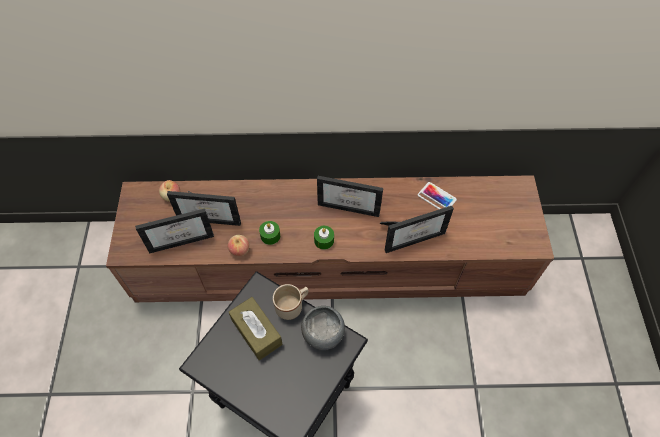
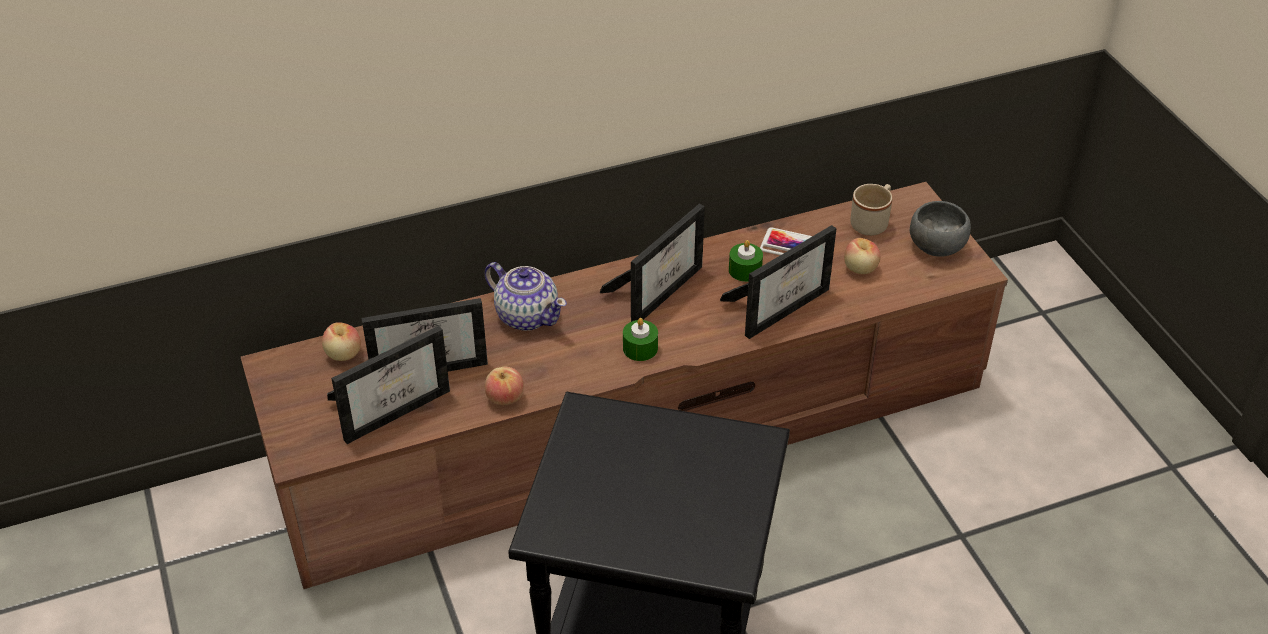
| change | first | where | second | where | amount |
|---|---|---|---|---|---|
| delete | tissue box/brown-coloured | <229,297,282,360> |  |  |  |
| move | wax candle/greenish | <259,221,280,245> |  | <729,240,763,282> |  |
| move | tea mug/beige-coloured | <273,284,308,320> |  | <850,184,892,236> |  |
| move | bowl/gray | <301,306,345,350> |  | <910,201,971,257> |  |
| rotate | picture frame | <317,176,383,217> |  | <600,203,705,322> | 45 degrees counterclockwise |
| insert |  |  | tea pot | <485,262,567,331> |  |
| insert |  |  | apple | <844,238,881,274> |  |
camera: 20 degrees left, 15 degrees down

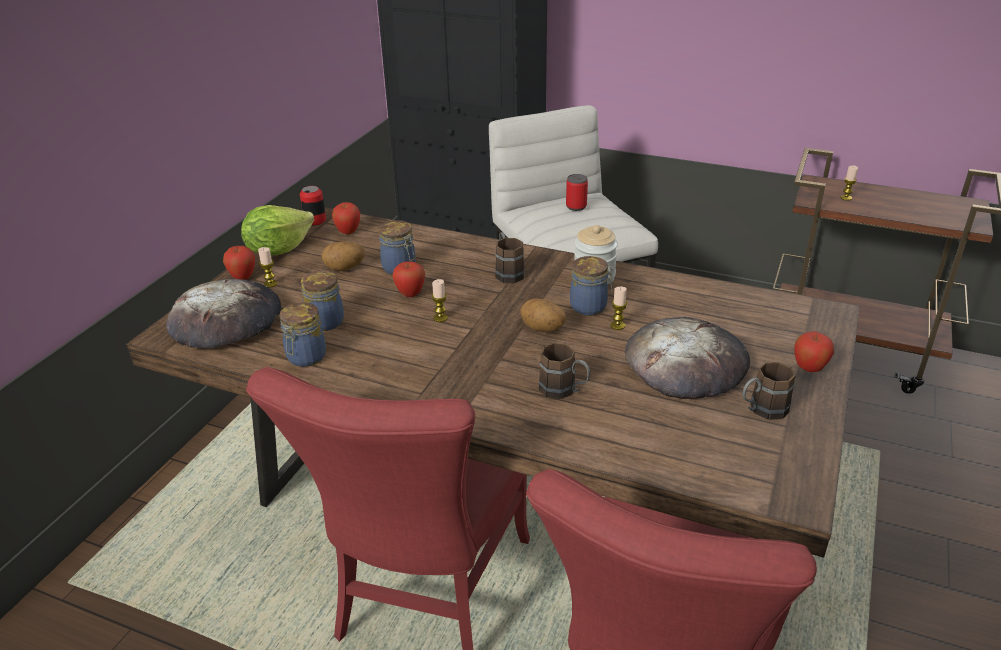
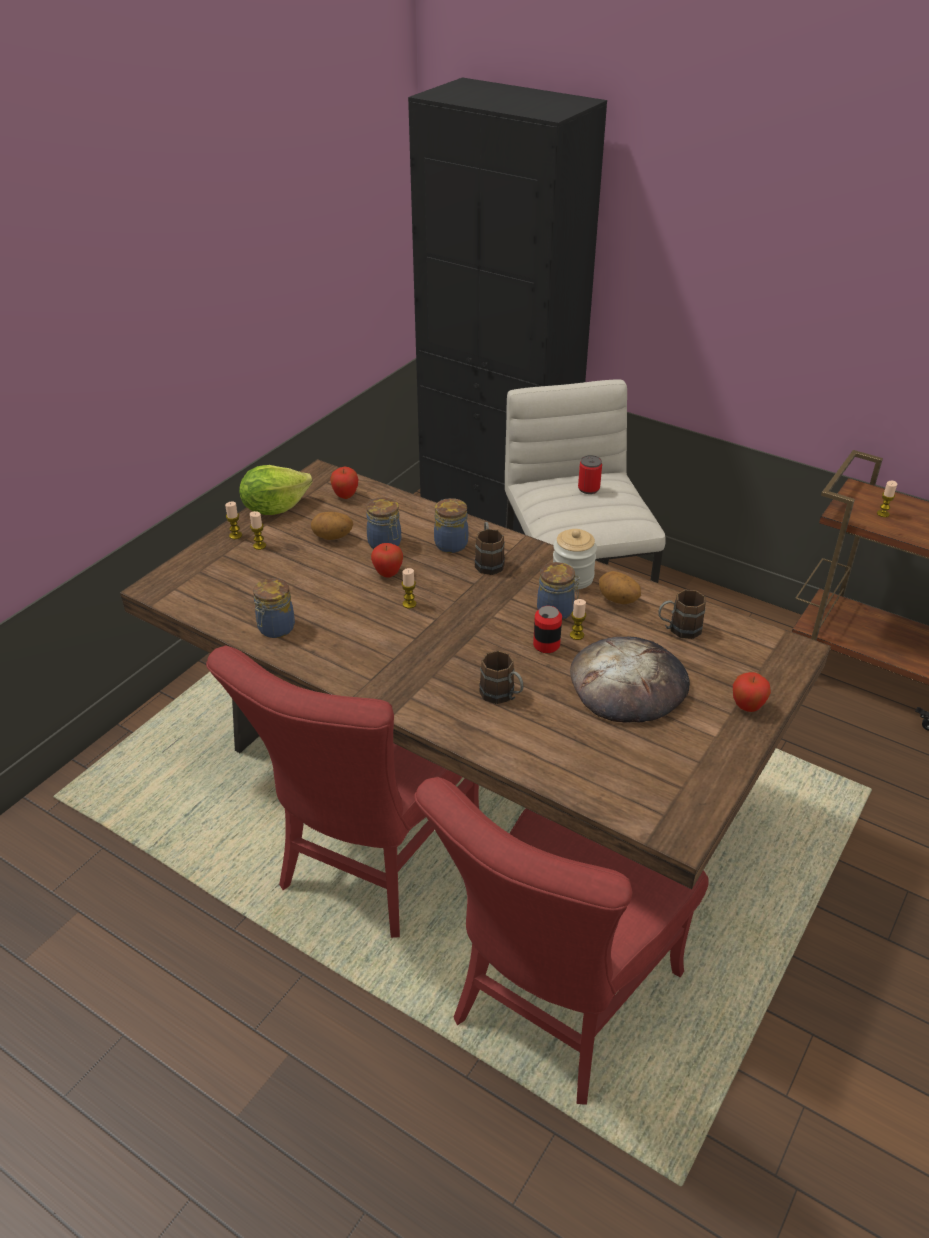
| change | first | where | second | where | amount |
|---|---|---|---|---|---|
| delete | bakery bread | <166,279,281,349> |  |  |  |
| replace | apple | <223,246,255,280> | wax candle | <225,502,242,539> |  |
| move | sealed can | <300,186,326,225> |  | <533,606,562,653> |  |
| move | preserve jar | <301,270,344,331> |  | <434,498,468,553> |  |
| move | potato | <520,299,567,332> |  | <599,571,641,604> |  |
| move | tea mug/brown-coloured | <742,362,795,420> |  | <658,590,706,639> |  |
camera: 10 degrees right, 5 degrees up

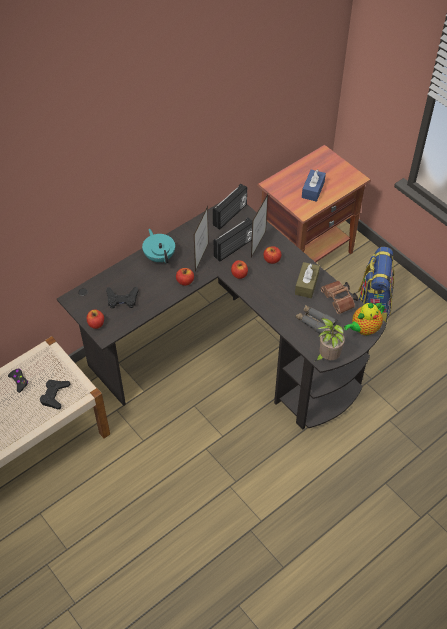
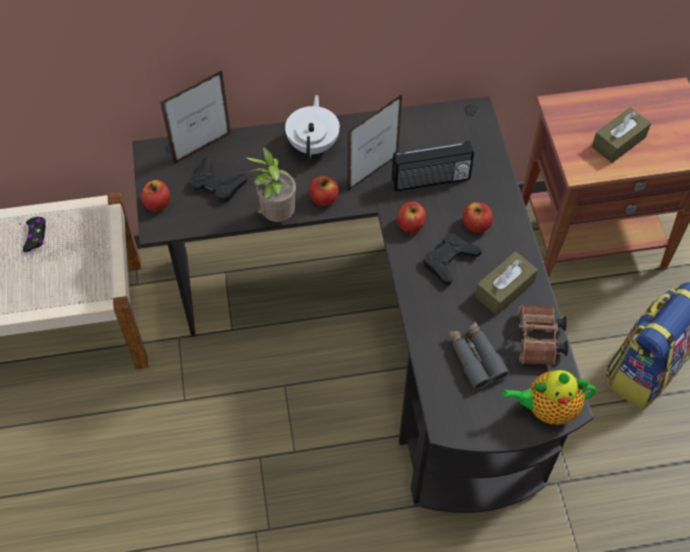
| change | first | where | second | where | amount |
|---|---|---|---|---|---|
| move | joypad/black-coloured | <40,380,70,409> |  | <424,233,482,285> |  |
| recolor | tea pot/turquoise-coloured | <142,229,175,264> | tea pot/whitish | <285,95,340,159> |  |
| delete | radio receiver | <213,184,247,230> |  |  |  |
| move | picture frame | <251,194,268,258> |  | <160,70,231,164> |  |
| recolor | tissue box/blue | <302,170,326,202> | tissue box/brown-coloured | <592,107,651,163> |  |
| move | plant in a pot | <315,318,346,361> |  | <246,147,296,222> |  |
camera: 30 degrees right, 5 degrees up

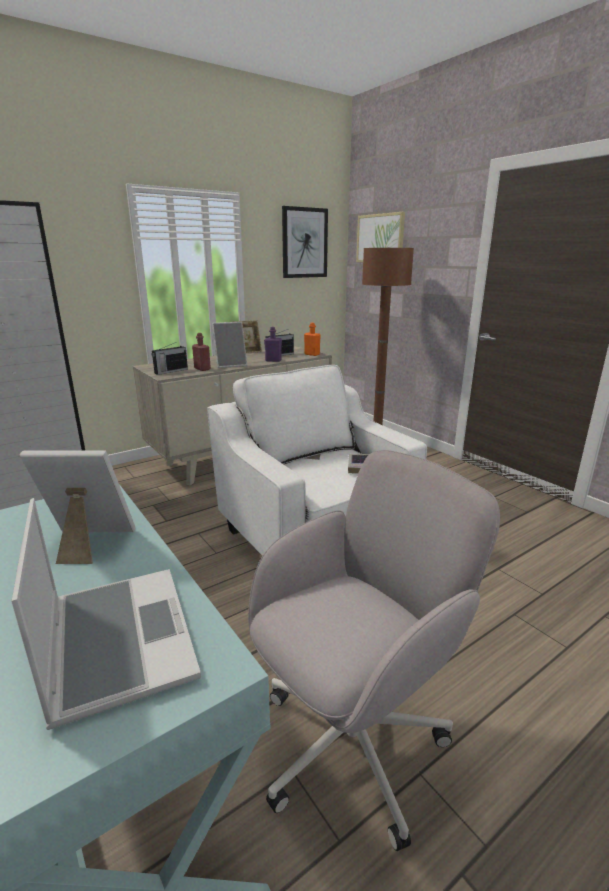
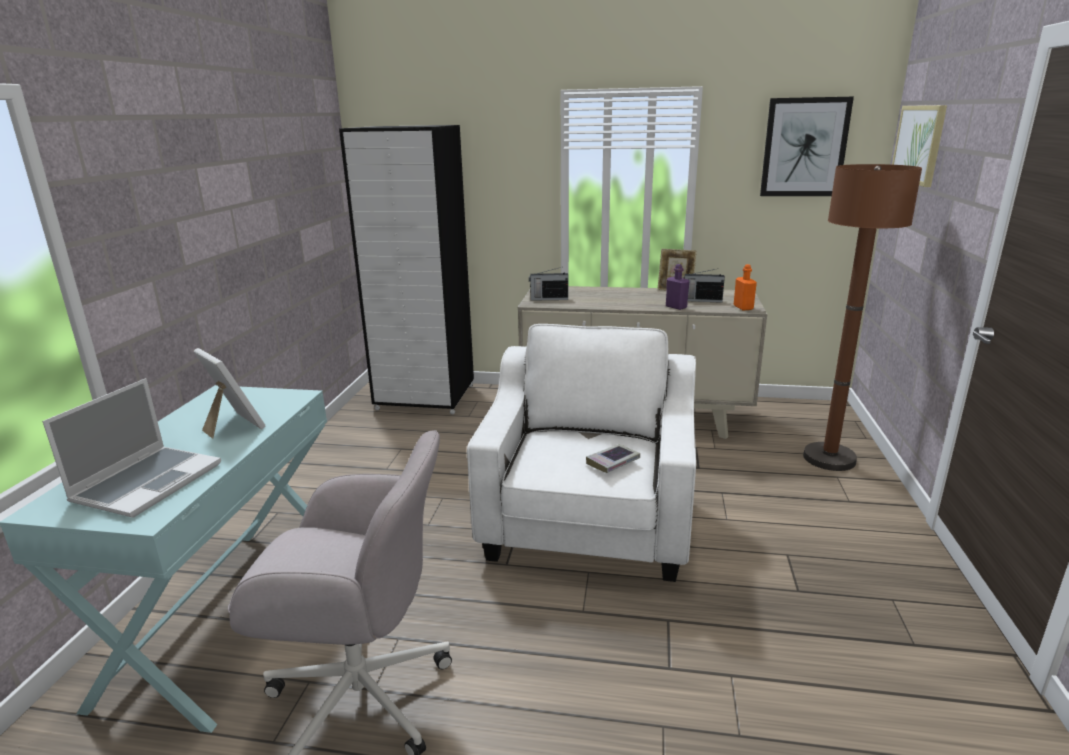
| change | first | where | second | where | amount |
|---|---|---|---|---|---|
| delete | drink bottle/red | <192,333,211,371> |  |  |  |
| delete | picture frame | <212,322,247,368> |  |  |  |
camera: 45 degrees right, 0 degrees up

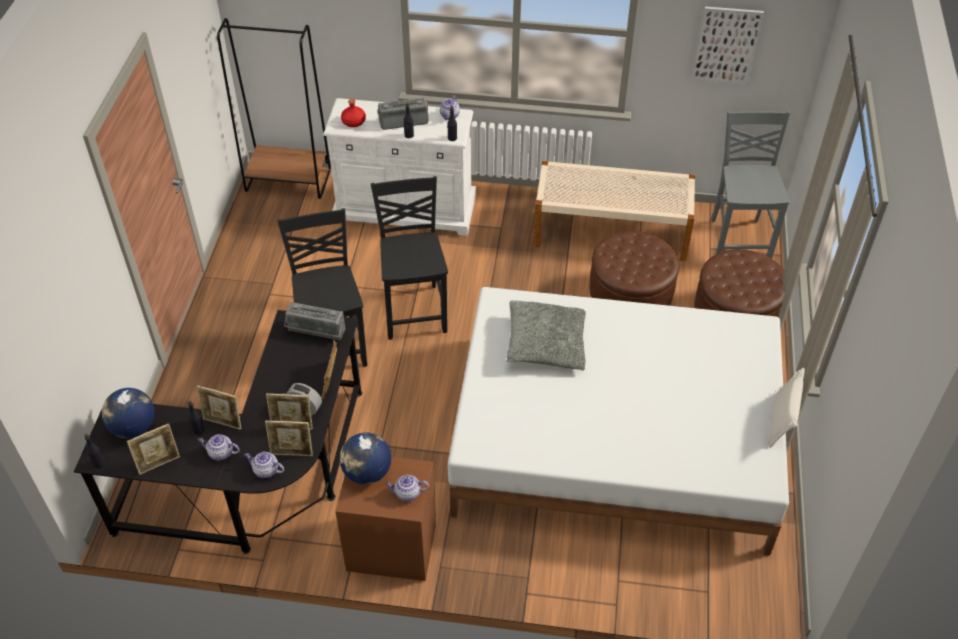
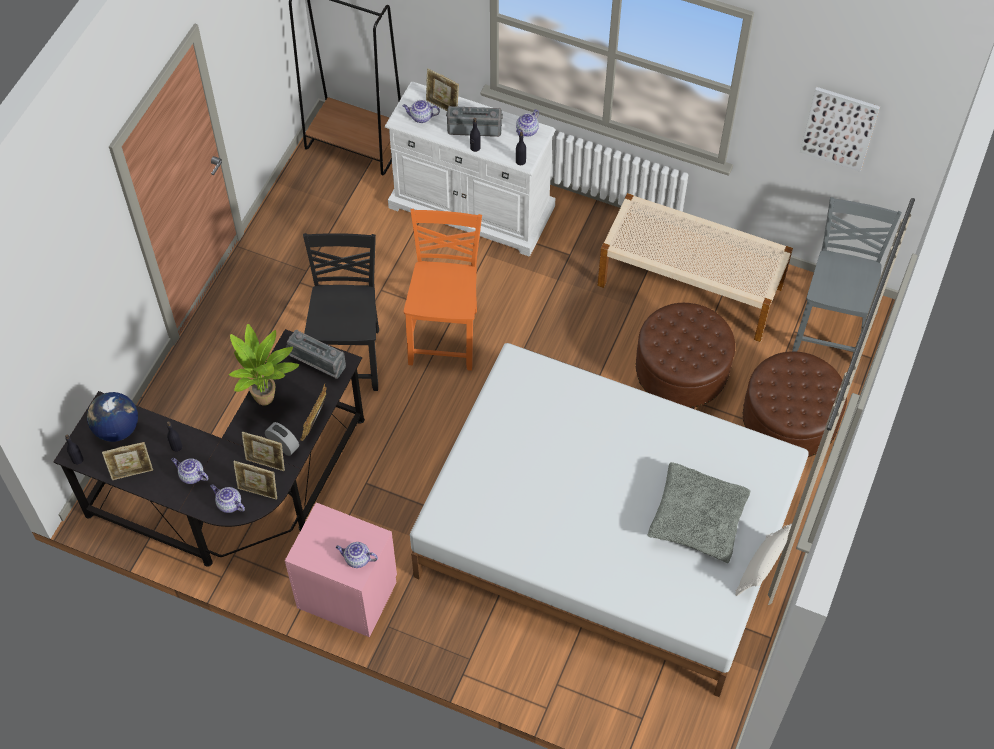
| change | first | where | second | where | amount |
|---|---|---|---|---|---|
| move | picture frame | <197,385,241,430> |  | <426,68,459,111> |  |
| recolor | bedside table/brown-coloured | <335,457,436,581> | bedside table/pink-coloured | <285,502,397,637> |  |
| delete | world globe | <340,433,391,484> |  |  |  |
| replace | drink bottle/red | <341,99,366,127> | tea pot | <402,100,440,123> |  |
| recolor | plain chair/black-coloured | <371,176,448,340> | plain chair/orangey | <404,209,482,371> |  |
| move | cushion/gray | <507,300,586,370> |  | <648,462,750,563> |  |
| insert |  |  | plant in a pot | <229,324,299,405> |  |
camera: 15 degrees right, 10 degrees up

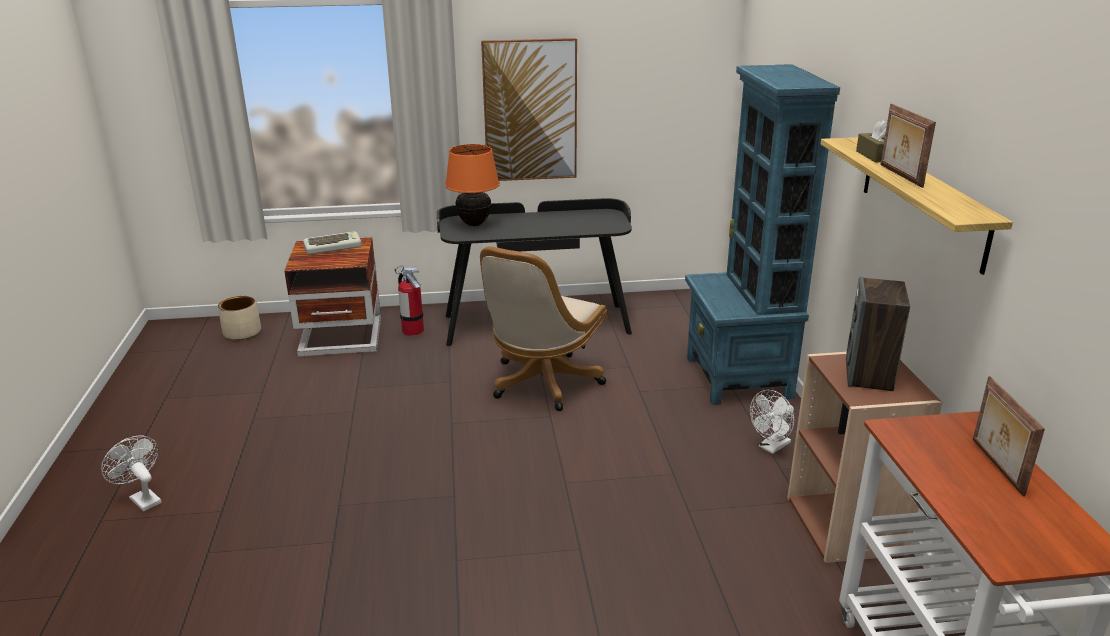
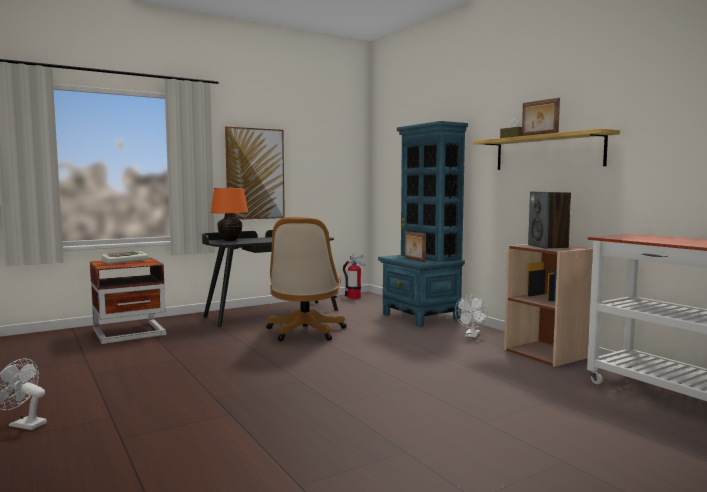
| change | first | where | second | where | amount |
|---|---|---|---|---|---|
| delete | planter/beige-coloured | <218,296,261,340> |  |  |  |
| move | fire-fighting cylinder | <394,265,424,336> |  | <343,254,366,299> |  |
| move | picture frame | <973,376,1045,496> |  | <405,231,426,262> |  |
camera: 25 degrees left, 20 degrees down

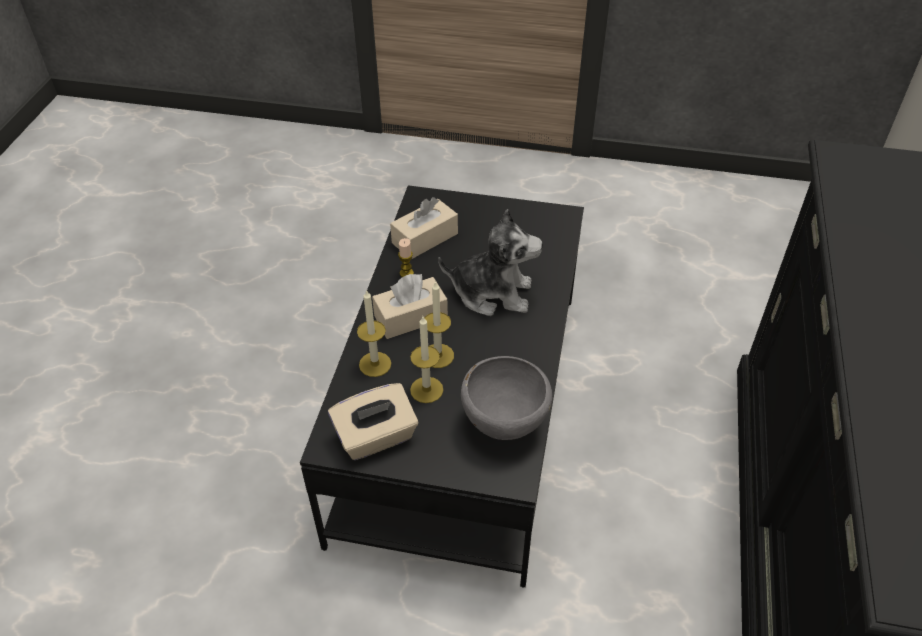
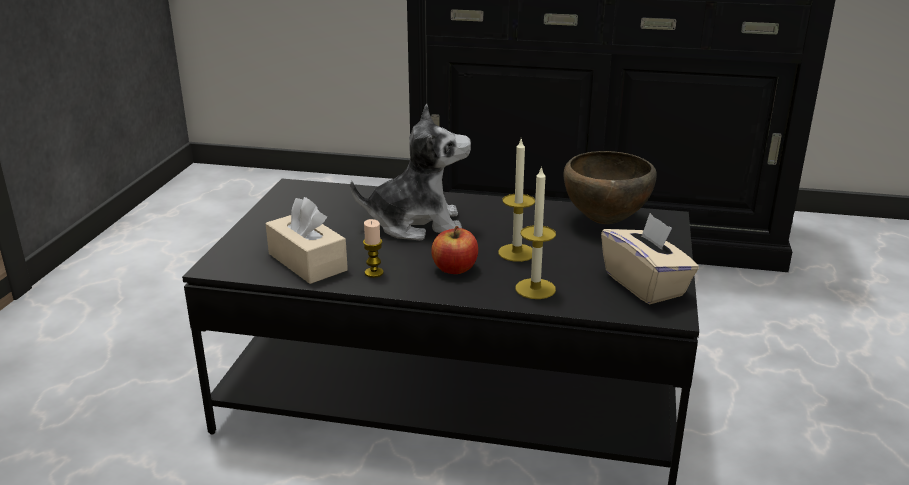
| change | first | where | second | where | amount |
|---|---|---|---|---|---|
| replace | tissue box/beige-coloured | <372,274,448,339> | apple | <431,226,478,274> |  |
| delete | wax candle | <410,317,443,403> |  |  |  |
| rotate | cuddly toy | <438,209,543,316> |  | <350,104,471,240> | 75 degrees clockwise |
| recolor | bowl/gray | <461,356,552,440> | bowl/brown-coloured | <563,151,657,224> |  |
camera: 90 degrees left, 20 degrees down

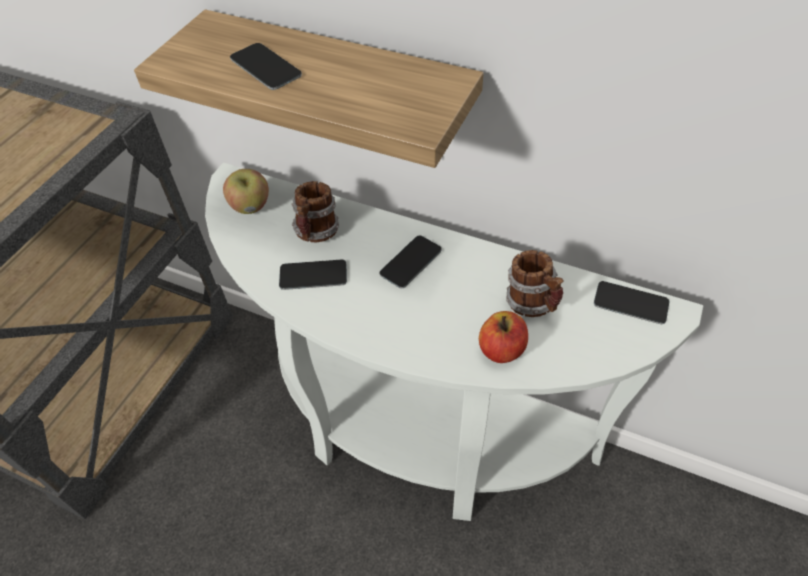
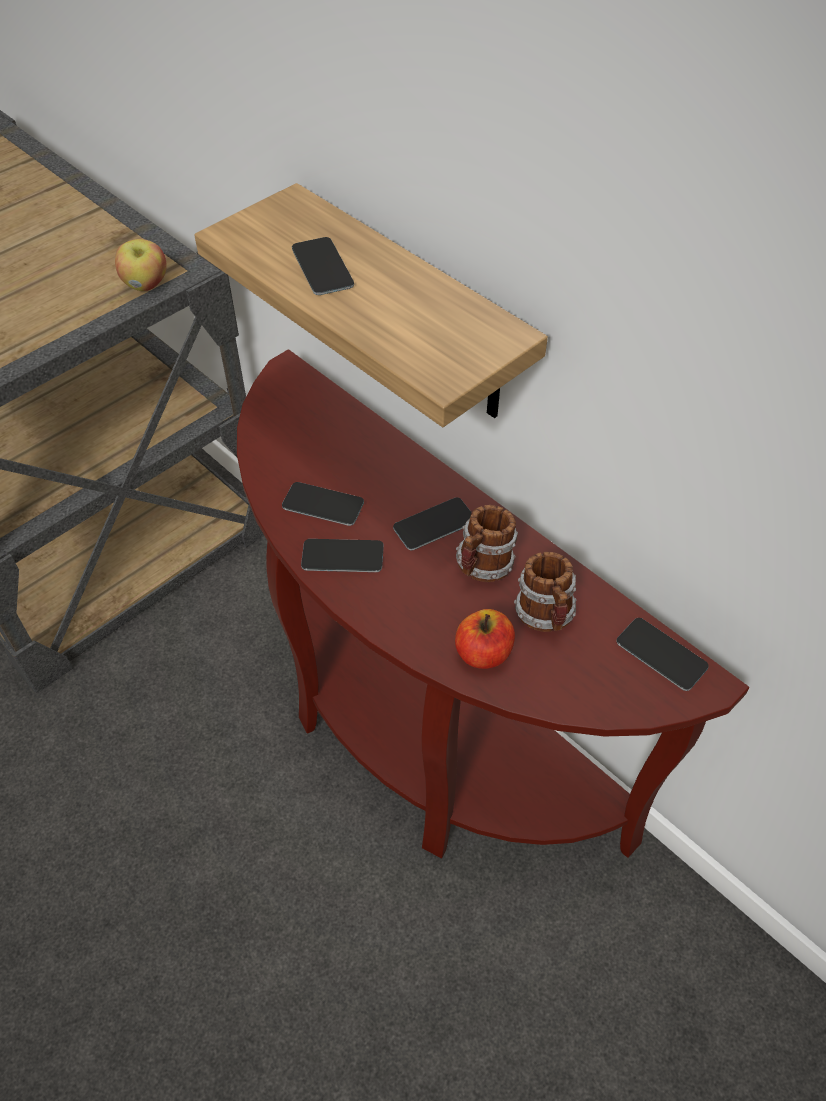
| change | first | where | second | where | amount |
|---|---|---|---|---|---|
| recolor | console table/whitish | <205,163,703,521> | console table/brown-coloured | <237,349,749,858> |  |
| move | apple | <223,169,269,214> |  | <115,239,167,291> |  |
| move | tea mug | <291,181,339,242> |  | <456,505,518,582> |  |
| insert |  |  | telephone | <301,539,384,572> |  |
camera: 20 degrees right, 0 degrees up

